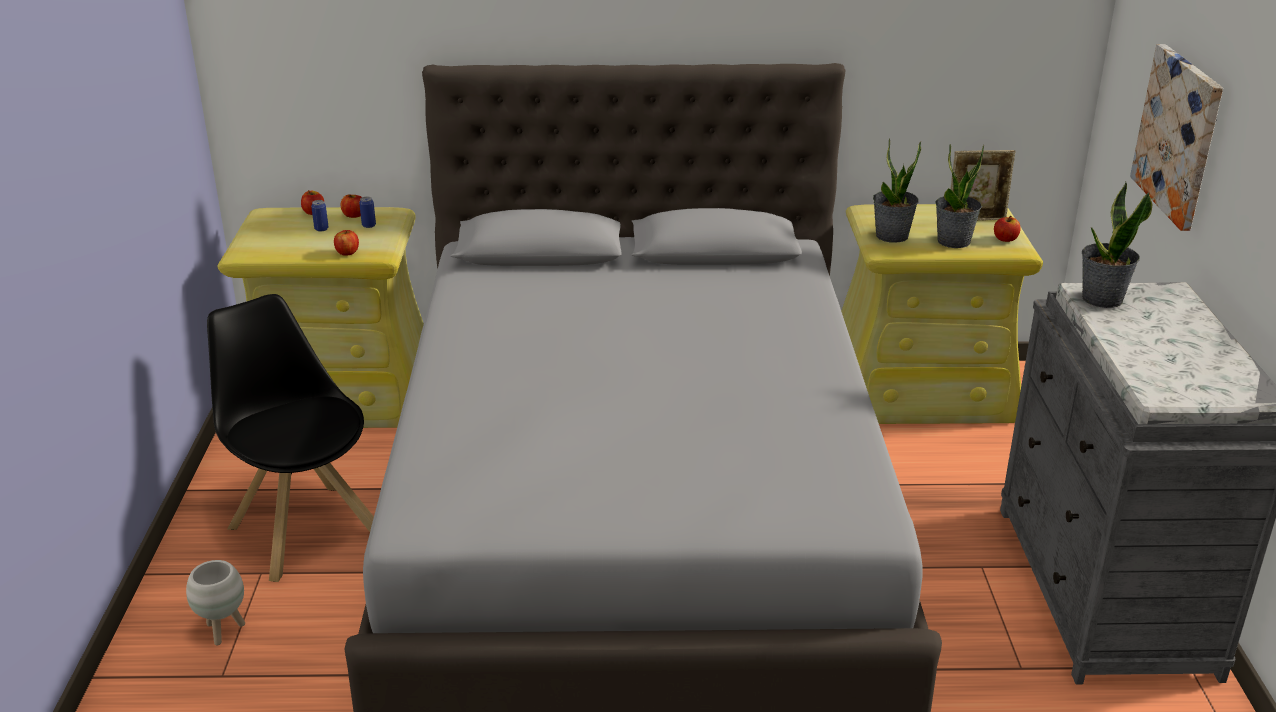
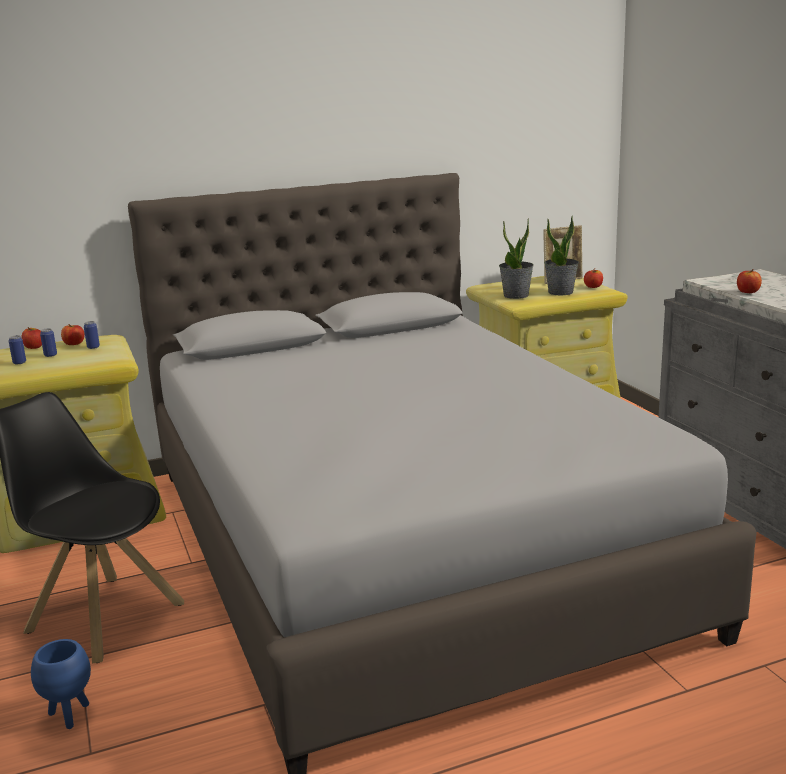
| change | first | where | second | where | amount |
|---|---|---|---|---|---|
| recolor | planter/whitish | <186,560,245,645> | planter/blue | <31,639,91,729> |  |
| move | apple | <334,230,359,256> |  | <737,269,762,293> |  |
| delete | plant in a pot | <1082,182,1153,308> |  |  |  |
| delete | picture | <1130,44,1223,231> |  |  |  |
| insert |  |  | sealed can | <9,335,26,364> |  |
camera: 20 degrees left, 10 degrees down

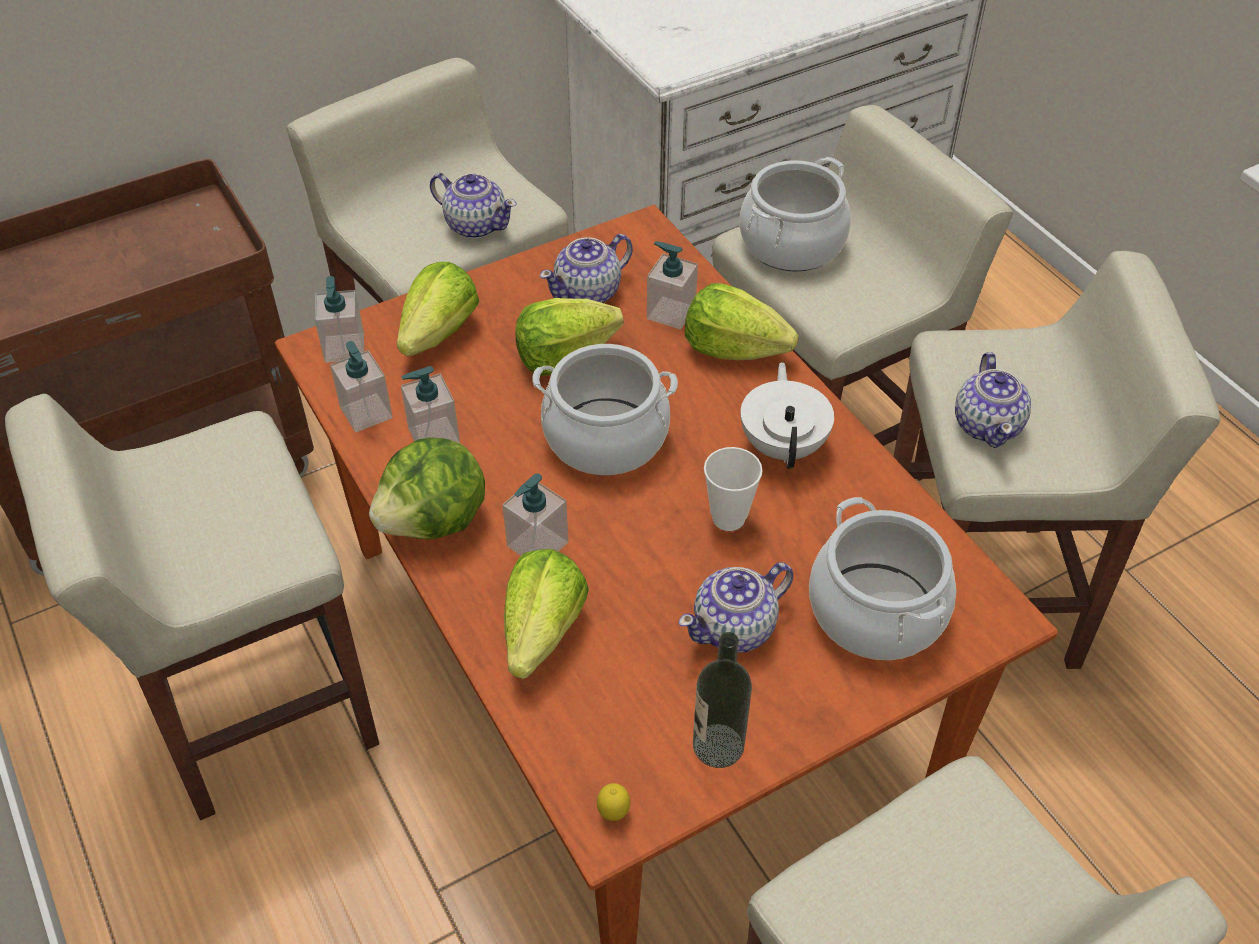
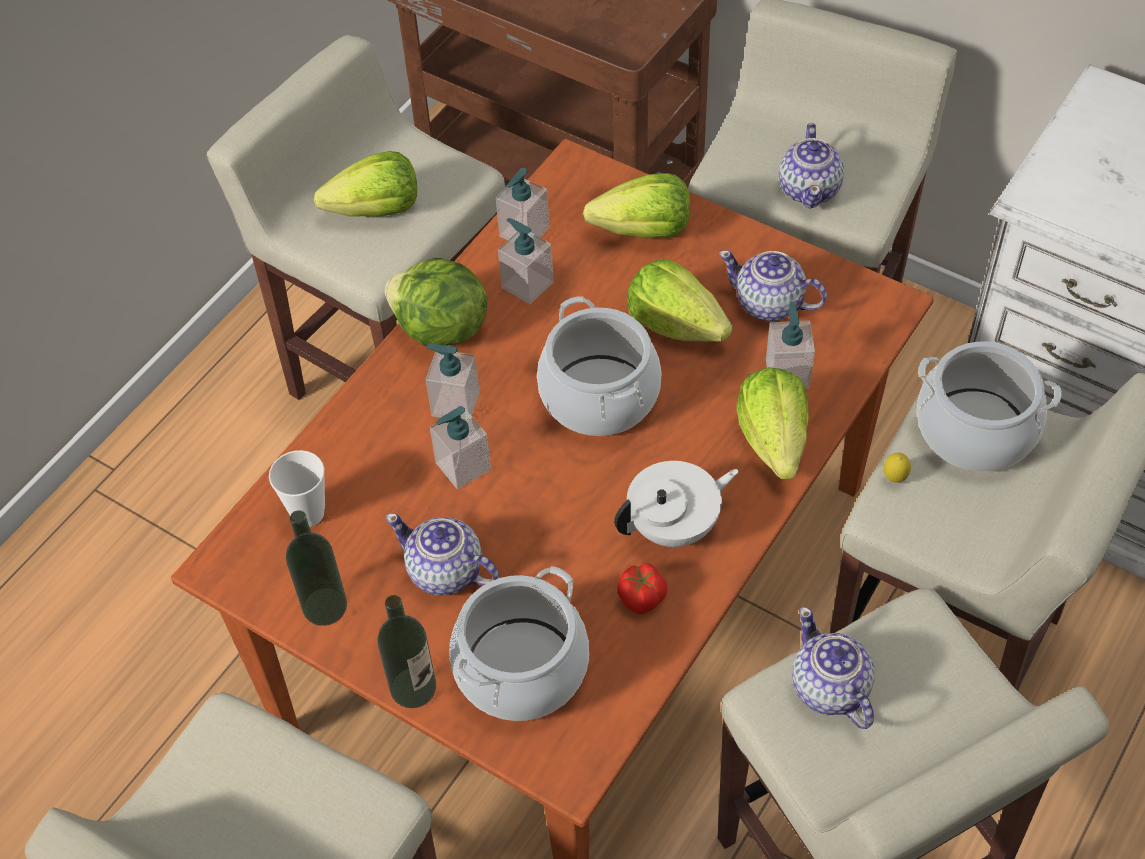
| change | first | where | second | where | amount |
|---|---|---|---|---|---|
| move | soap bottle | <315,276,364,363> |  | <430,406,491,489> |  |
| move | lettuce | <504,549,589,679> |  | <314,151,417,217> |  |
| move | whole lemon | <597,783,630,821> |  | <883,453,911,483> |  |
| move | drinking cup | <704,447,763,531> |  | <269,450,325,527> |  |
| rotate | tea pot | <955,352,1031,448> |  | <792,607,875,729> | 90 degrees clockwise |
| insert |  |  | drink bottle | <377,595,436,708> |  |
| insert |  |  | whole tomato | <617,563,667,614> |  |
camera: 65 degrees right, 5 degrees up

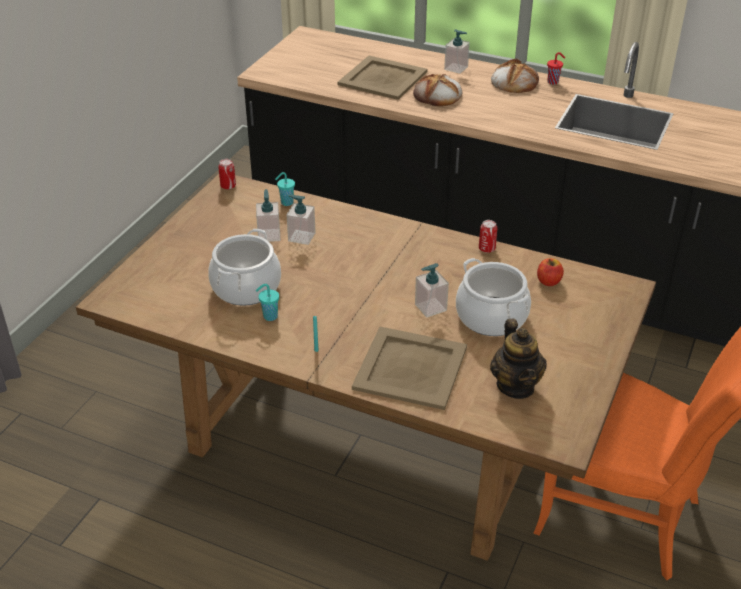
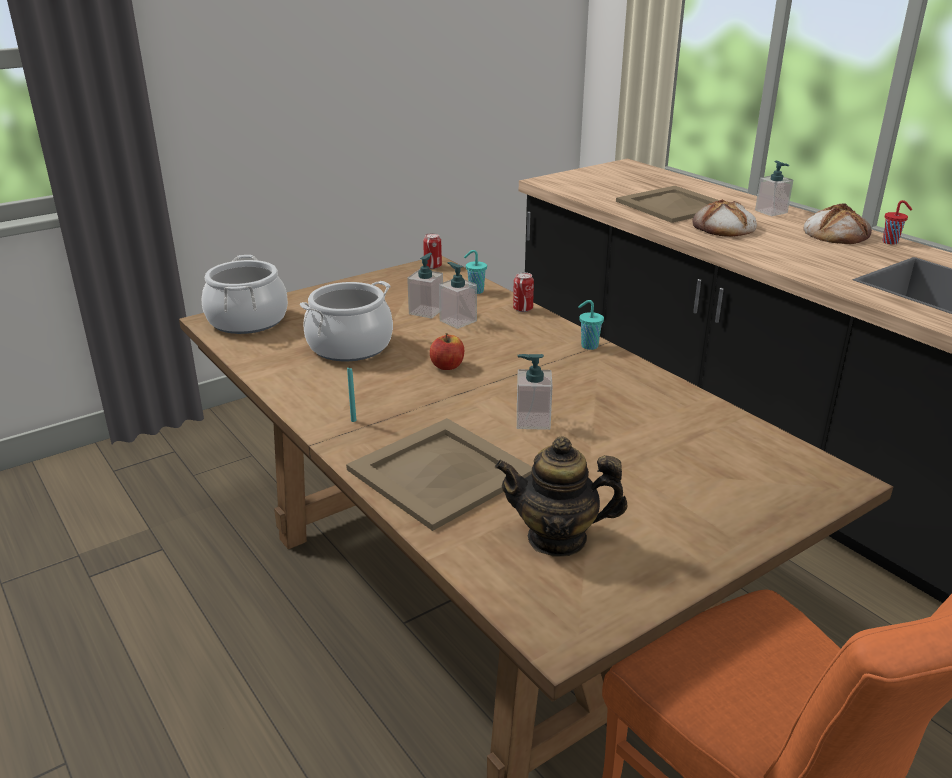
| change | first | where | second | where | amount |
|---|---|---|---|---|---|
| move | drinking cup/turquoise-coloured | <256,284,279,321> |  | <578,300,604,350> |  |
| move | stockpot | <456,258,531,336> |  | <202,255,288,334> |  |
| move | sealed can | <479,220,497,253> |  | <513,272,534,312> |  |
| rotate | tea pot | <490,318,547,399> |  | <495,437,627,557> | 75 degrees clockwise |
| move | apple | <537,258,564,286> |  | <430,333,464,370> |  |
camera: 30 degrees right, 10 degrees down

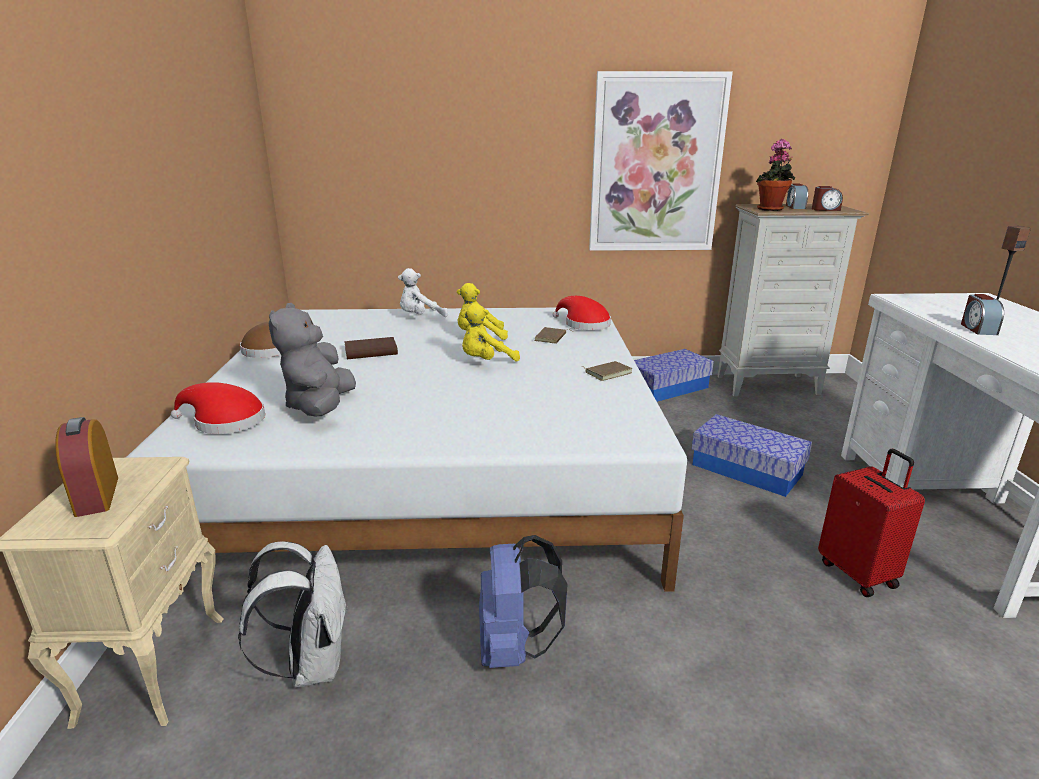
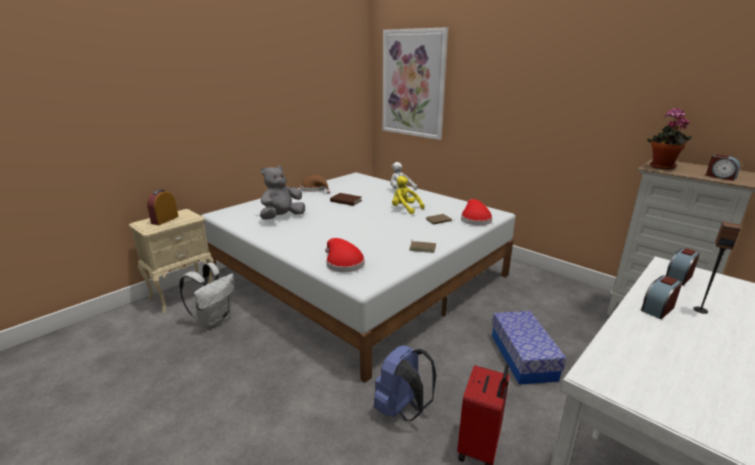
| change | first | where | second | where | amount |
|---|---|---|---|---|---|
| move | clothing hat/red | <171,382,265,434> |  | <325,238,365,272> |  |
| delete | cuddly toy/yellow-coloured | <461,303,520,362> |  |  |  |
| move | backpack/blue | <479,535,567,668> |  | <373,345,437,421> |  |
| move | picture | <589,71,733,251> |  | <383,27,448,140> |  |
| delete | storage container | <634,349,714,402> |  |  |  |
| move | alarm clock | <786,183,808,209> |  | <666,248,700,286> |  |
camera: 45 degrees right, 0 degrees up

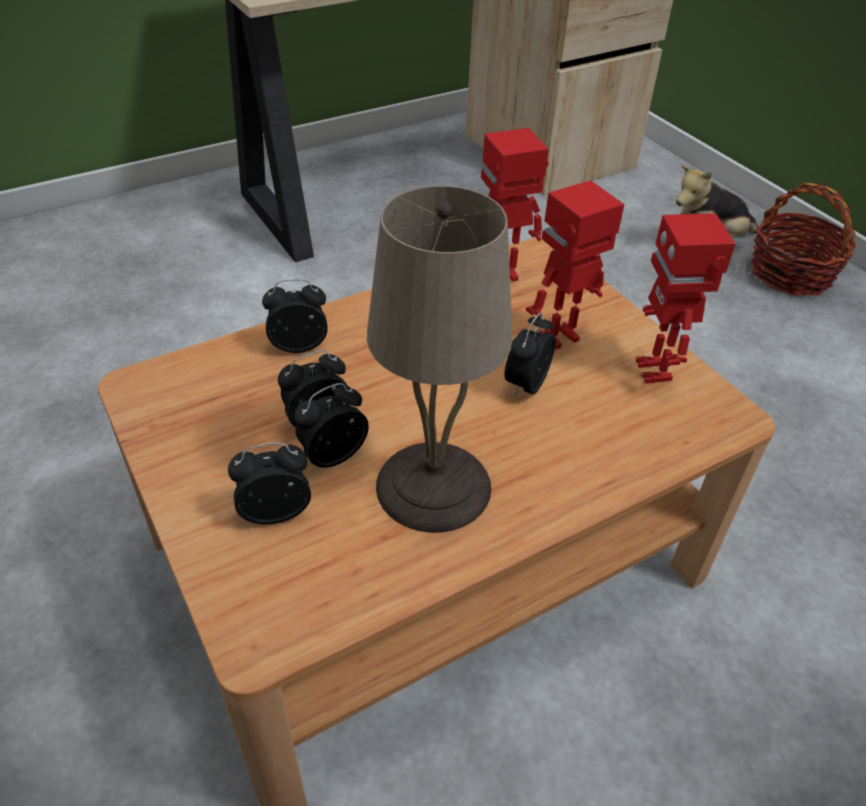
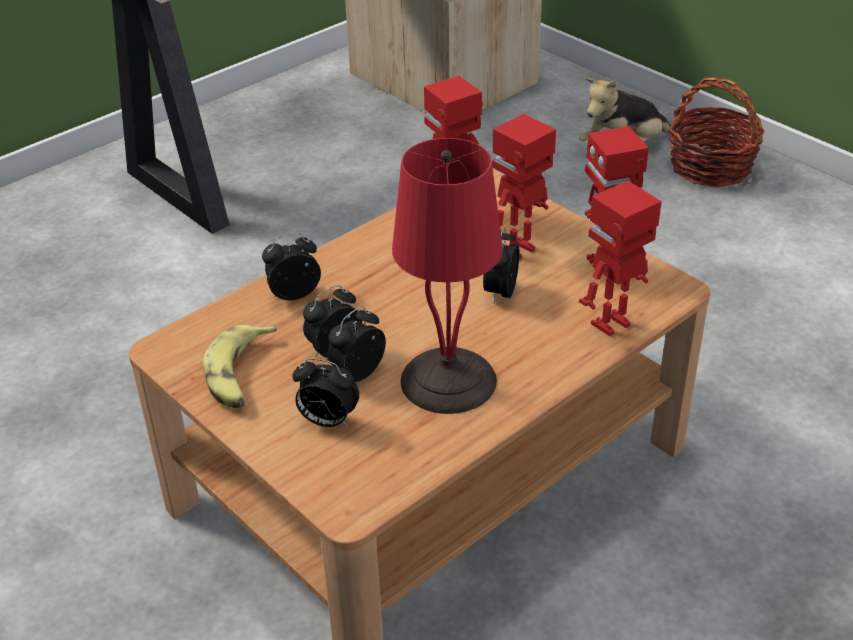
| change | first | where | second | where | amount |
|---|---|---|---|---|---|
| rotate | alarm clock | <228,443,311,525> |  | <292,358,360,427> | 135 degrees counterclockwise |
| recolor | lamp for a table/beige-coloured | <367,186,512,533> | lamp for a table/red | <392,138,503,414> |  |
| insert |  |  | banana fruit | <203,325,277,408> |  |
| insert |  |  | toy robot | <579,181,662,336> |  |
camera: 10 degrees left, 5 degrees down

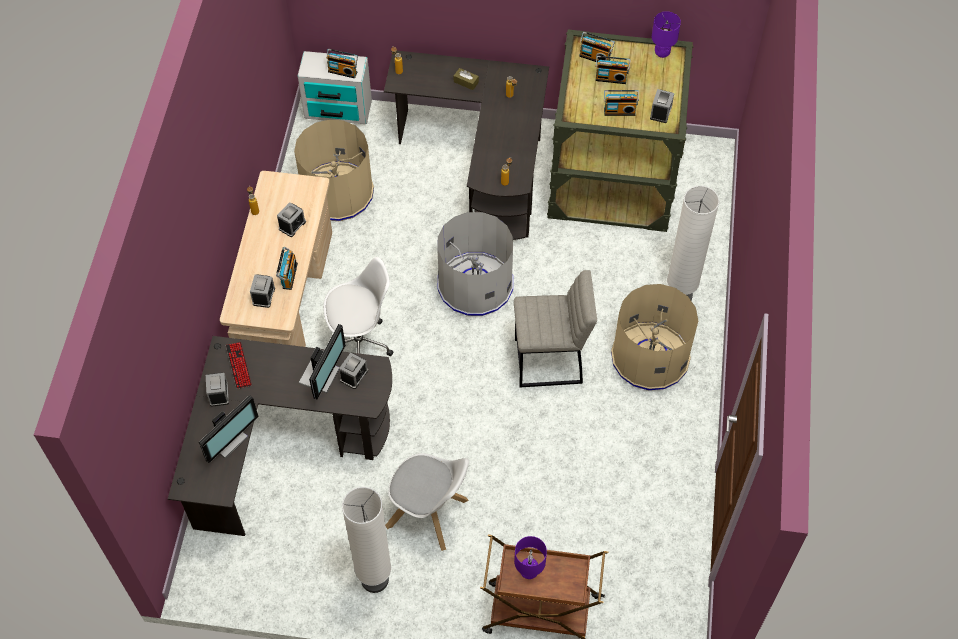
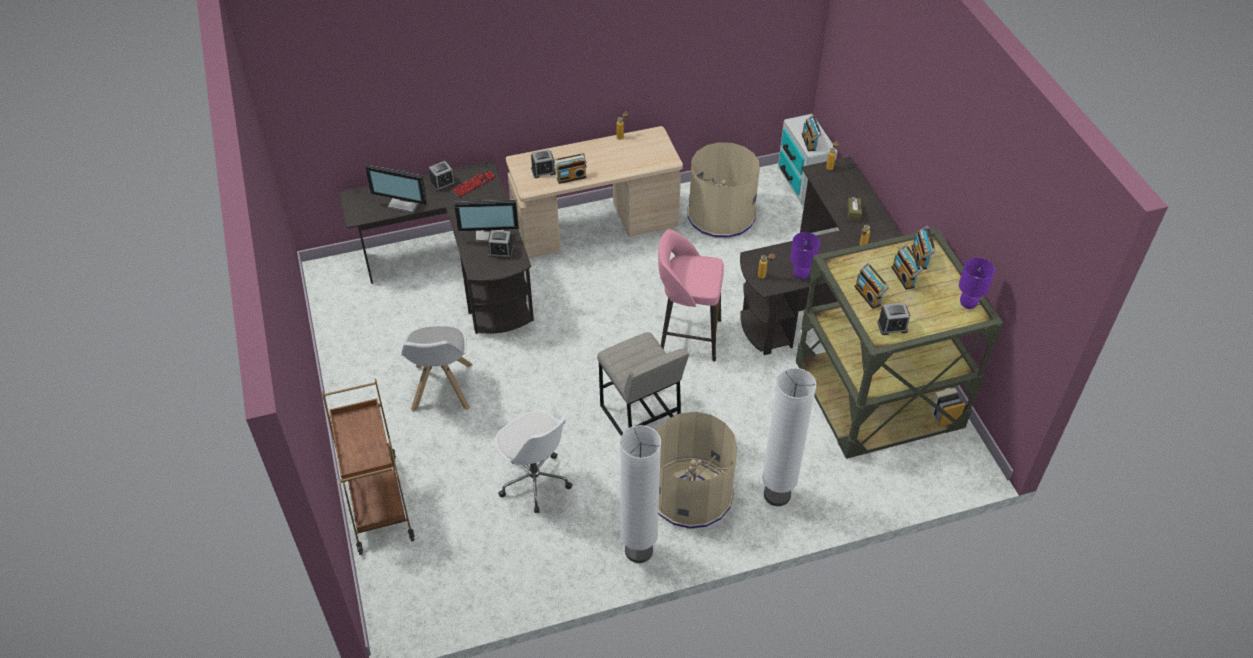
| change | first | where | second | where | amount |
|---|---|---|---|---|---|
| delete | alarm clock | <277,202,306,237> |  |  |  |
| move | computer chair/whitish | <323,257,393,356> |  | <494,410,573,513> |  |
| move | standard lamp/whitish | <342,487,391,593> |  | <620,425,661,563> |  |
| replace | rubbish bin/gray | <437,212,513,316> | stool seat/pink-coloured | <658,230,724,361> |  |
| move | lamp for a table/purplish | <514,536,547,579> |  | <790,232,820,279> |  |
camera: 65 degrees right, 10 degrees down

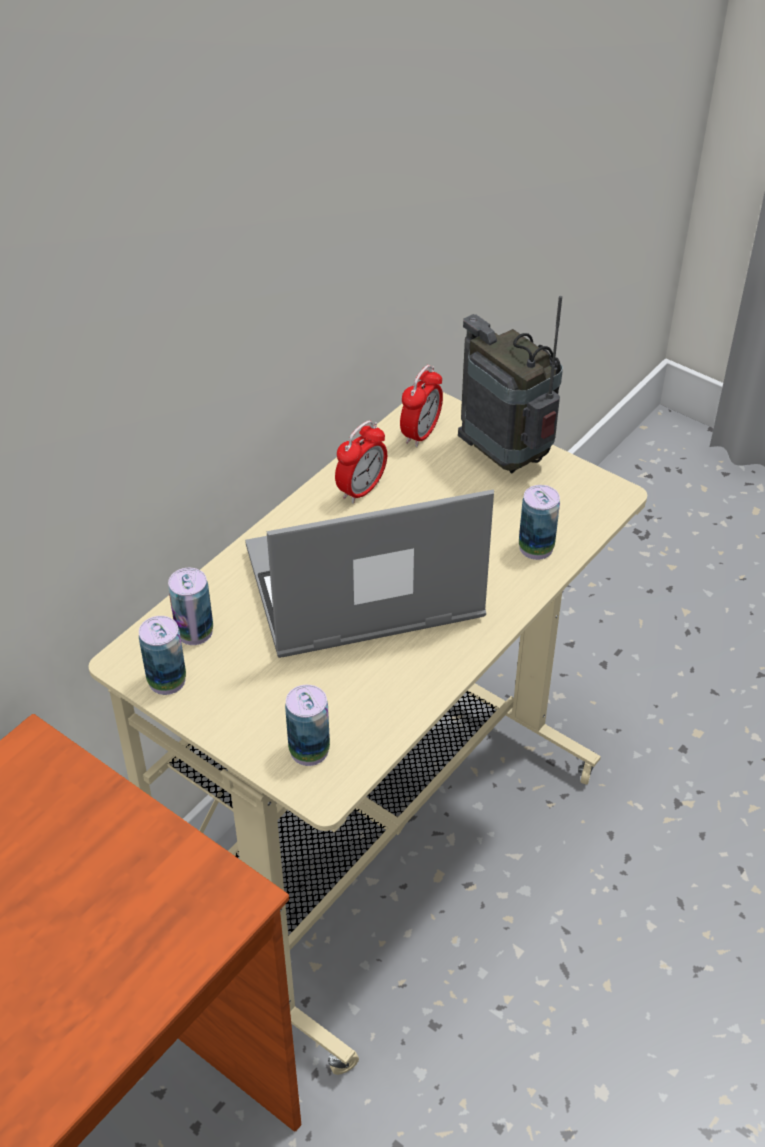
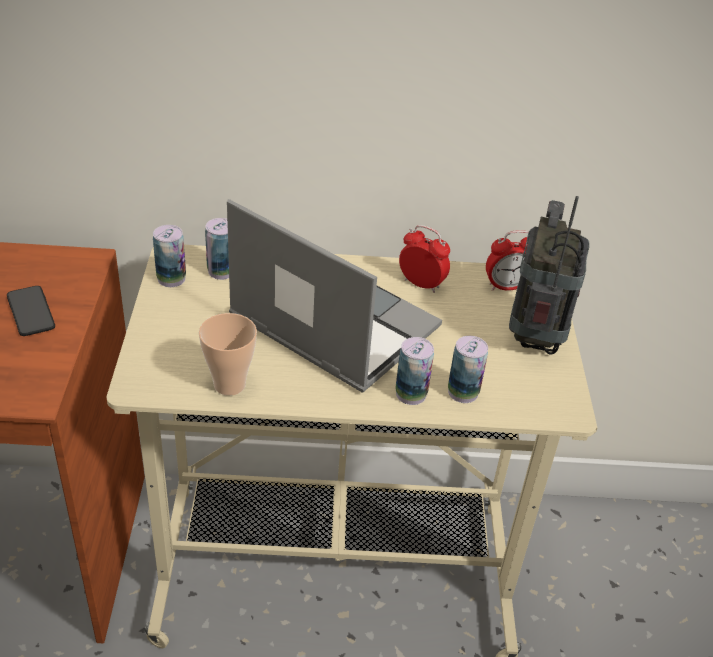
| change | first | where | second | where | amount |
|---|---|---|---|---|---|
| move | sealed can | <285,685,330,766> |  | <395,337,434,405> |  |
| rotate | alarm clock | <335,421,387,504> |  | <399,225,450,293> | 150 degrees counterclockwise |
| insert |  |  | telephone | <7,286,55,336> |  |
| insert |  |  | drinking cup | <199,313,257,396> |  |
camera: 50 degrees right, 5 degrees down

